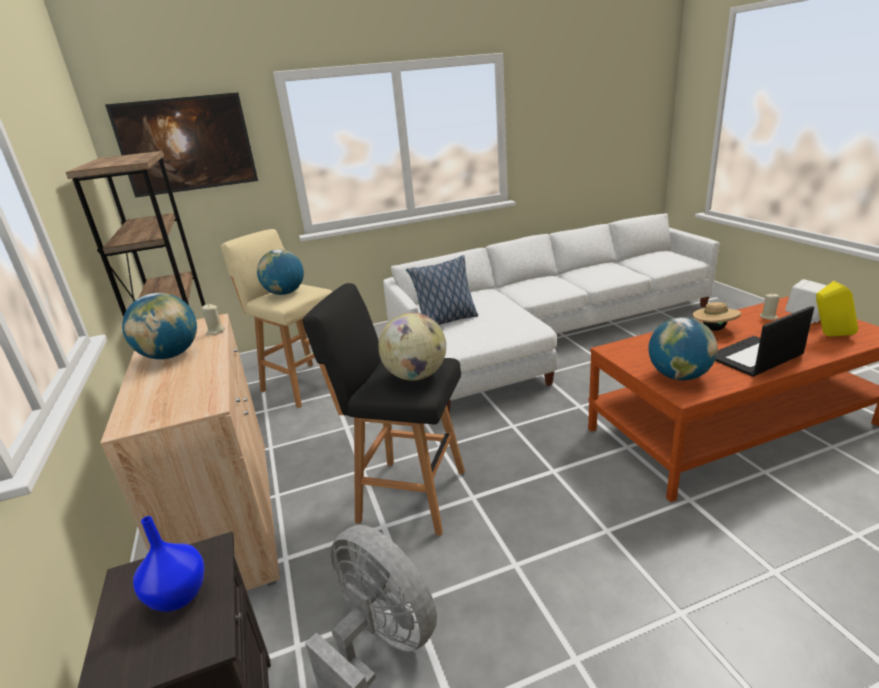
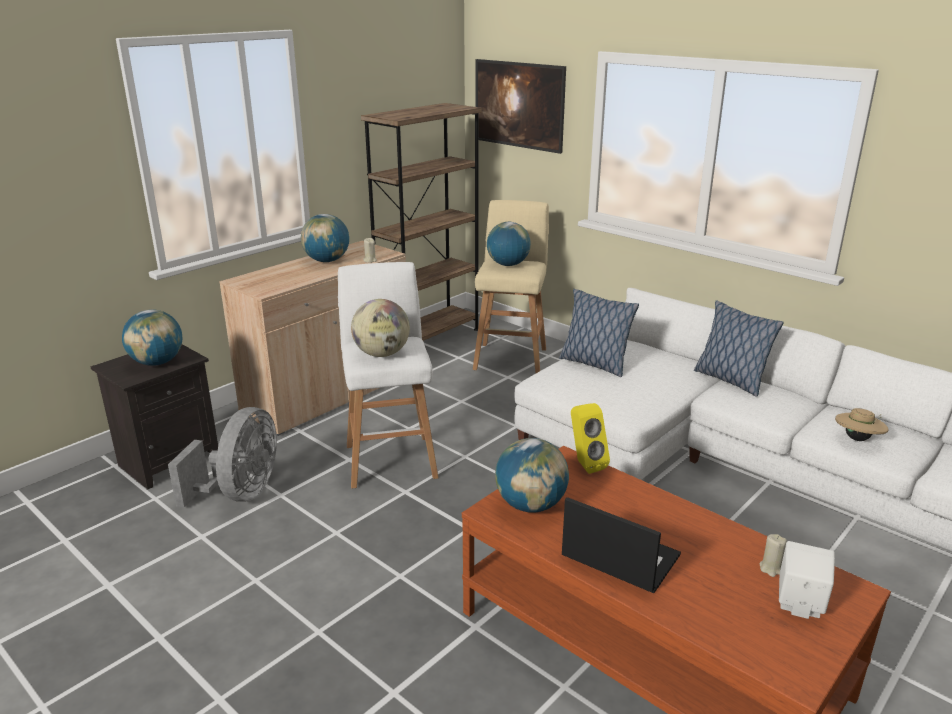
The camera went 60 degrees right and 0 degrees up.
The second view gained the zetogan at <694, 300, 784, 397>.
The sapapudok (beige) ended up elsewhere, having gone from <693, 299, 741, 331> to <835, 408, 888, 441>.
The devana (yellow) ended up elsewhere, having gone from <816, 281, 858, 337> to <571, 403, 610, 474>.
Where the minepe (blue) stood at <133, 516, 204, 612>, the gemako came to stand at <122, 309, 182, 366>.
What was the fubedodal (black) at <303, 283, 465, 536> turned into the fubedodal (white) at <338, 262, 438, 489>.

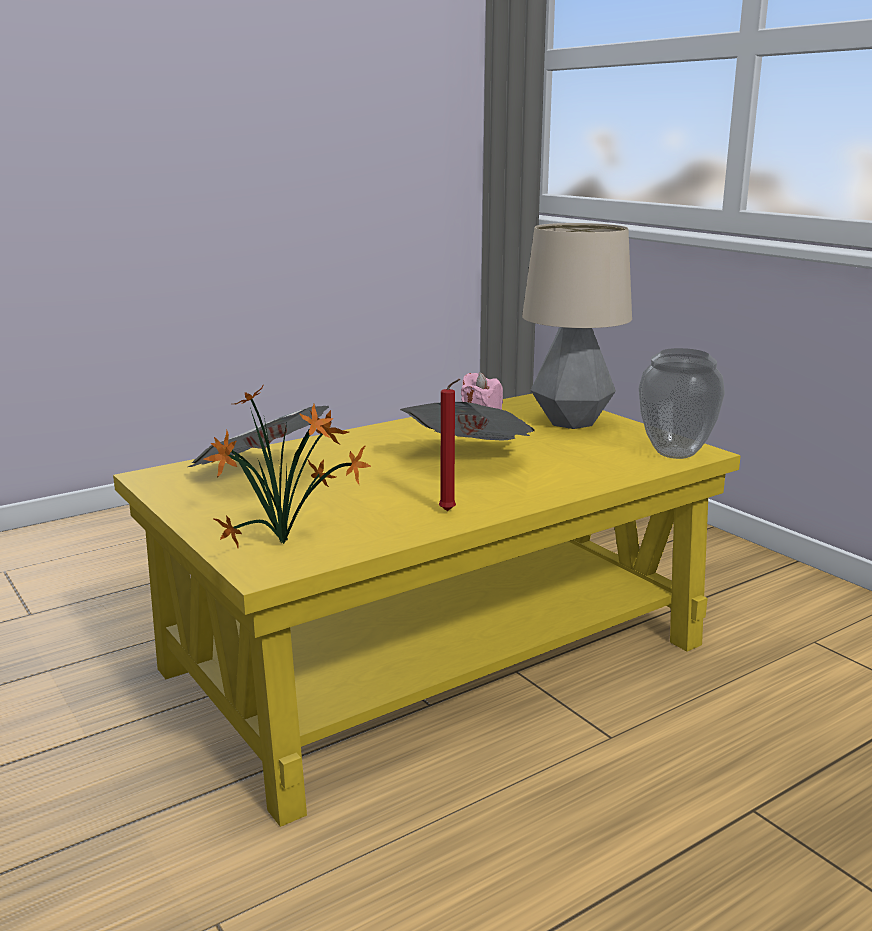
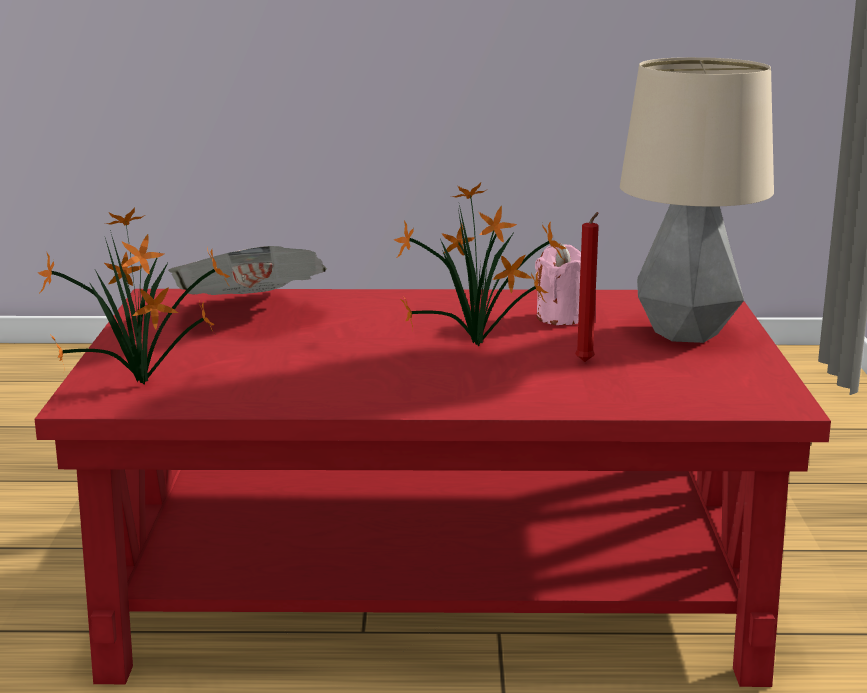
The camera went 35 degrees right and 0 degrees up.
The second view lost the minepe at <639, 348, 725, 459>.
The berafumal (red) ended up elsewhere, having gone from <439, 379, 460, 511> to <575, 212, 599, 362>.
Where the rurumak stood at <401, 402, 535, 441>, the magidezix came to stand at <394, 182, 566, 346>.
What was the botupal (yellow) at <113, 394, 741, 827> turned into the botupal (red) at <35, 289, 831, 687>.

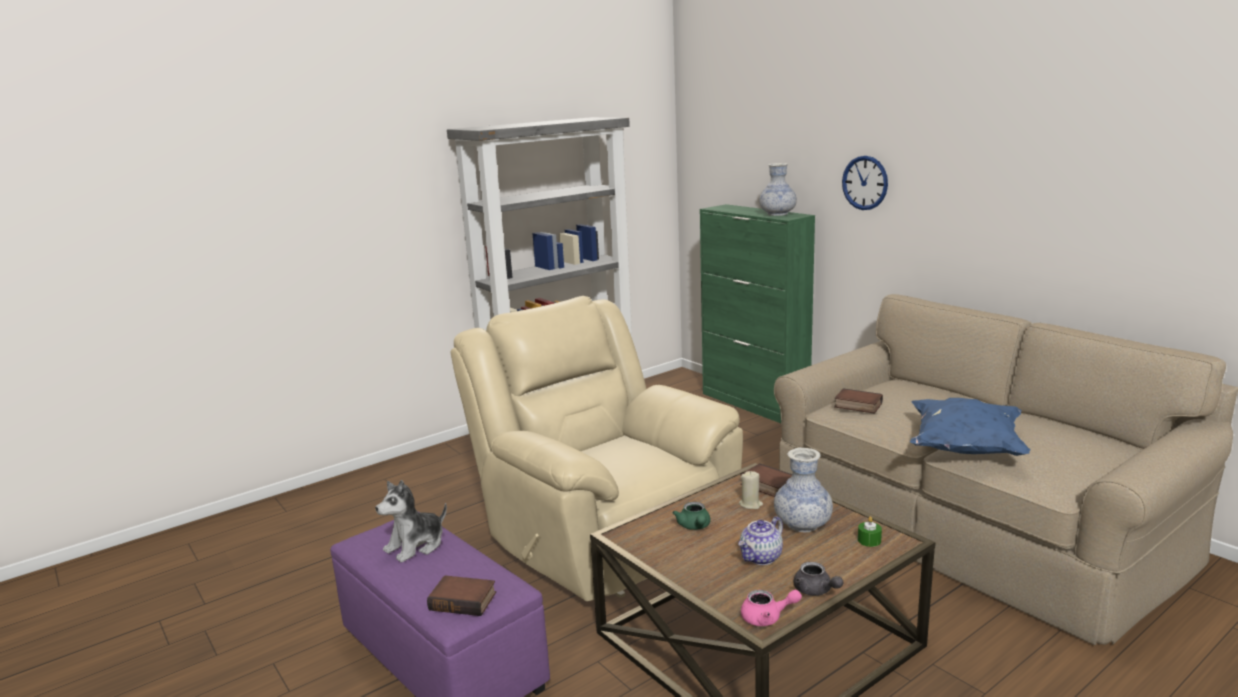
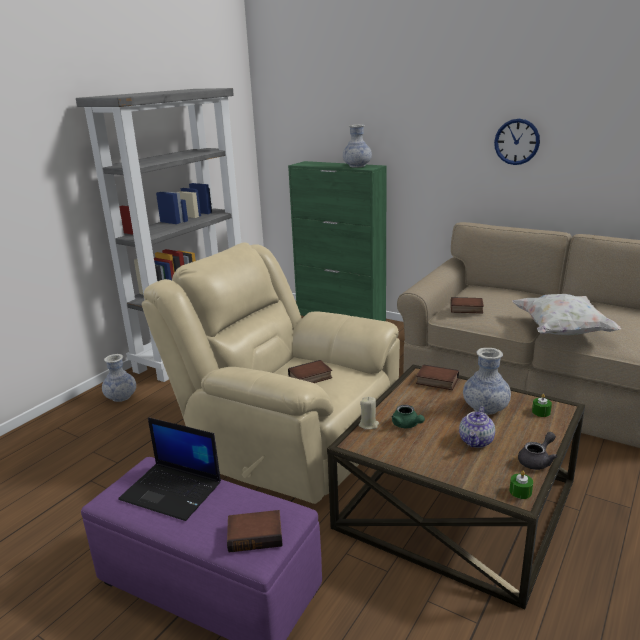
The camera went 20 degrees left and 5 degrees up.
The second view gained the minepe at <102, 354, 136, 402>.
The second view gained the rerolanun at <288, 360, 332, 383>.
The berafumal (beige) ended up elsewhere, having gone from <739, 471, 763, 509> to <359, 397, 379, 430>.
The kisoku ended up elsewhere, having gone from <842, 156, 888, 210> to <494, 119, 540, 165>.
Where the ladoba stood at <375, 480, 447, 563>, the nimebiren came to stand at <118, 417, 221, 521>.
Where the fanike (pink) stood at <741, 590, 802, 626>, the berafumal (green) came to stand at <510, 471, 533, 499>.
What was the zetogan (blue) at <910, 398, 1030, 456> turned into the zetogan (white) at <512, 294, 621, 335>.
The fanike (grey) at <794, 562, 844, 596> ended up facing another way, 75 degrees counterclockwise from before.

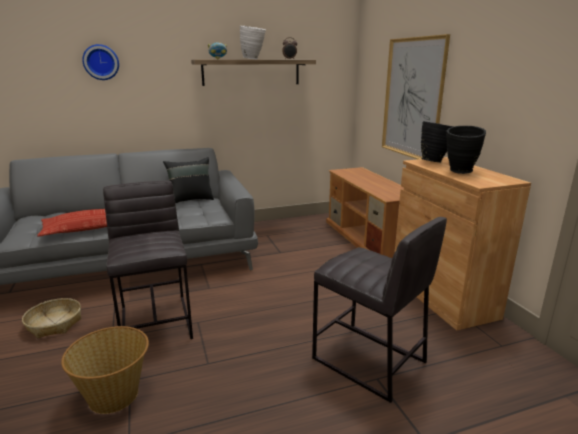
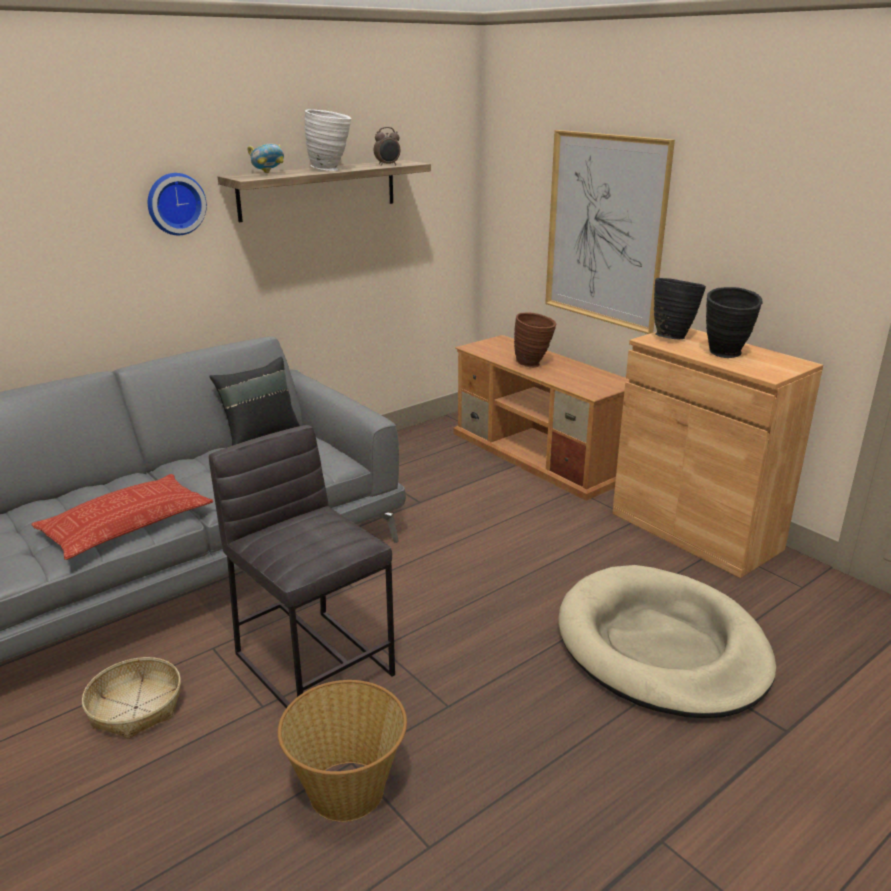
The camera went 20 degrees left and 5 degrees up.
The second view gained the minepe (brown) at <514, 312, 556, 368>.
The kisoku ended up elsewhere, having gone from <82, 44, 119, 80> to <148, 173, 207, 235>.
Where the fubedodal (grey) stood at <312, 217, 447, 403>, the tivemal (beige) came to stand at <558, 565, 776, 718>.

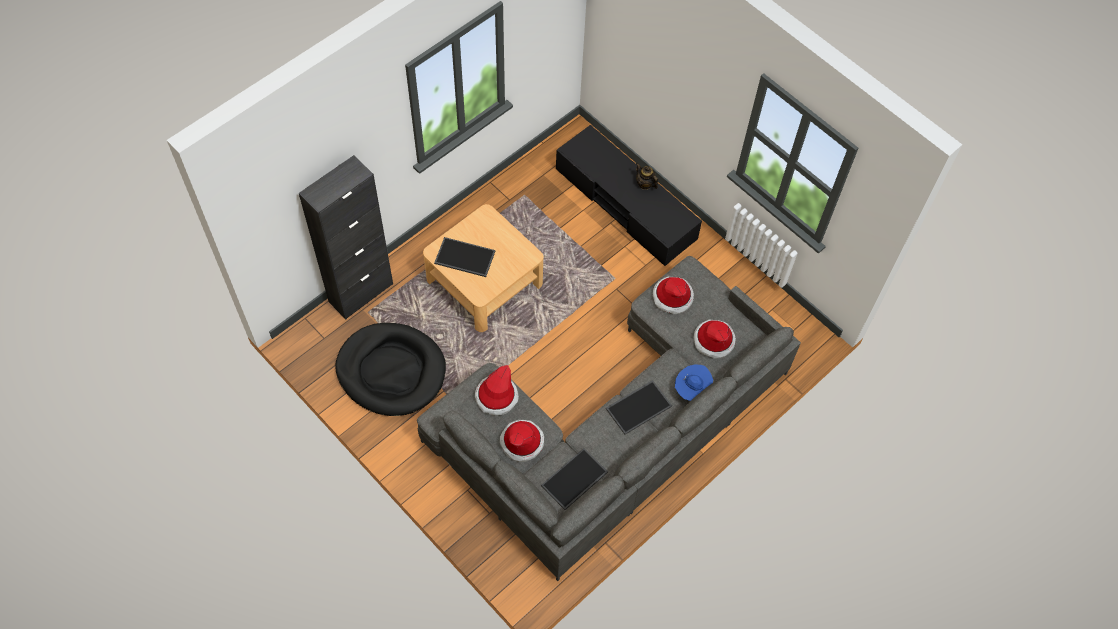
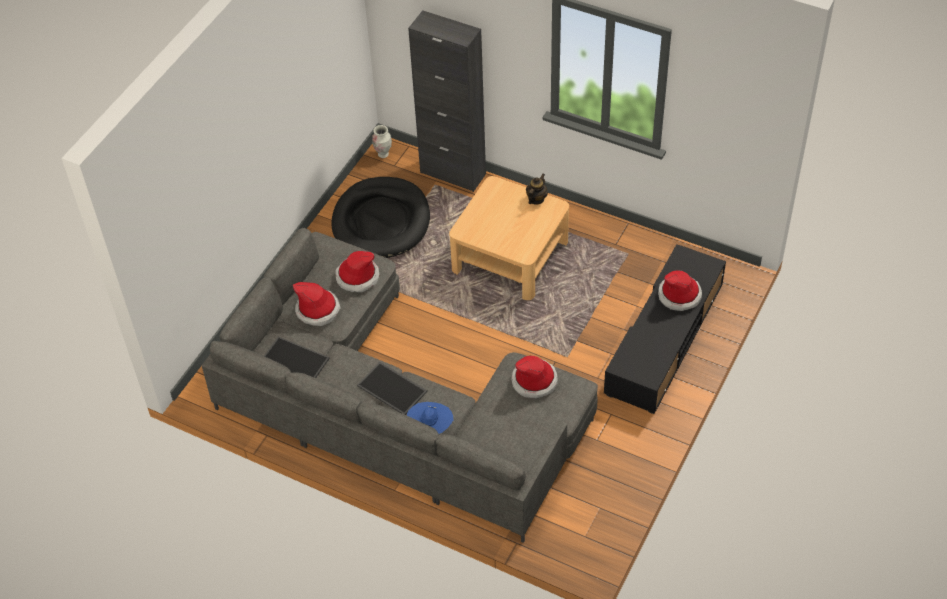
The camera went 75 degrees right and 10 degrees down.
The second view lost the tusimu at <434, 237, 495, 277>.
The second view gained the minepe at <372, 125, 392, 158>.
The fanike ended up elsewhere, having gone from <636, 163, 658, 190> to <526, 174, 548, 204>.
The sapapudok ended up elsewhere, having gone from <694, 320, 736, 359> to <658, 270, 702, 311>.

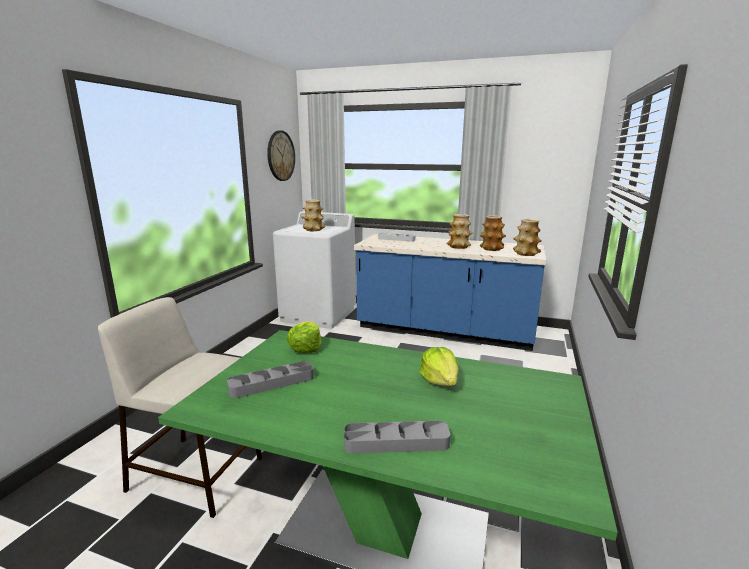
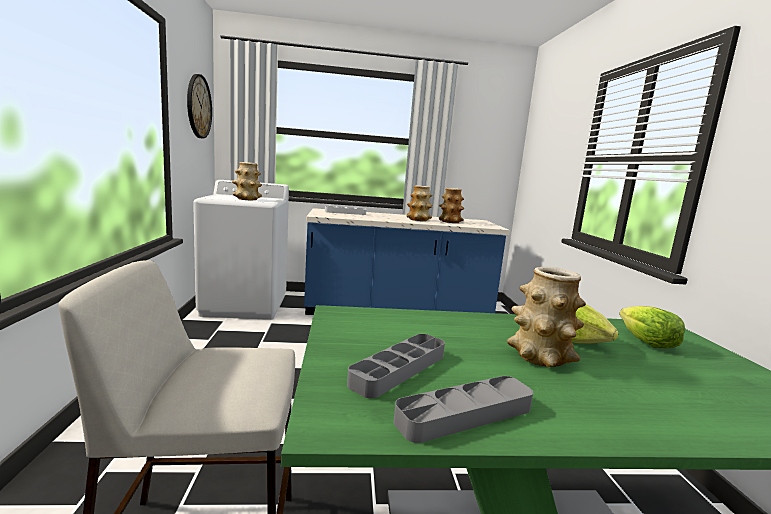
The camera went 25 degrees left and 5 degrees down.
The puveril ended up elsewhere, having gone from <287, 321, 321, 353> to <619, 306, 685, 348>.
The tusimu (grey) ended up elsewhere, having gone from <344, 421, 450, 454> to <394, 376, 533, 443>.
The minepe ended up elsewhere, having gone from <513, 219, 542, 256> to <507, 266, 586, 367>.

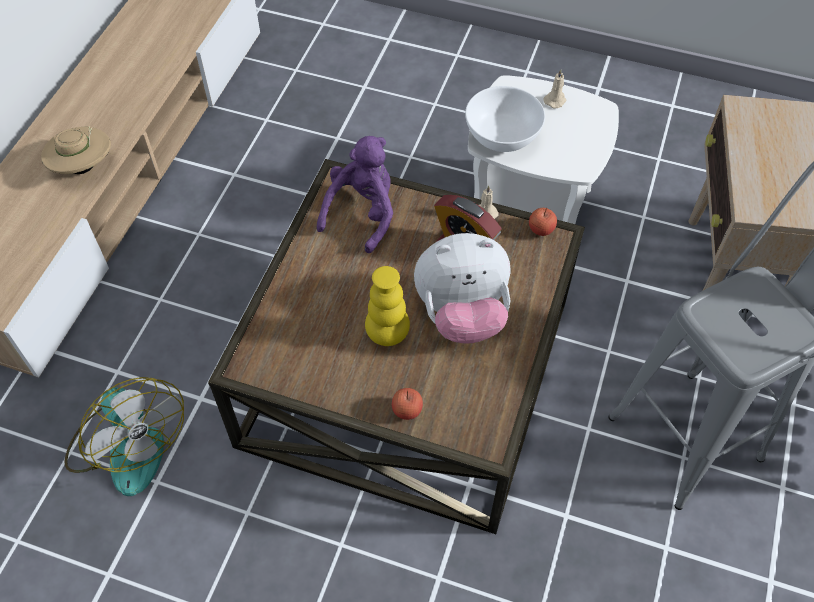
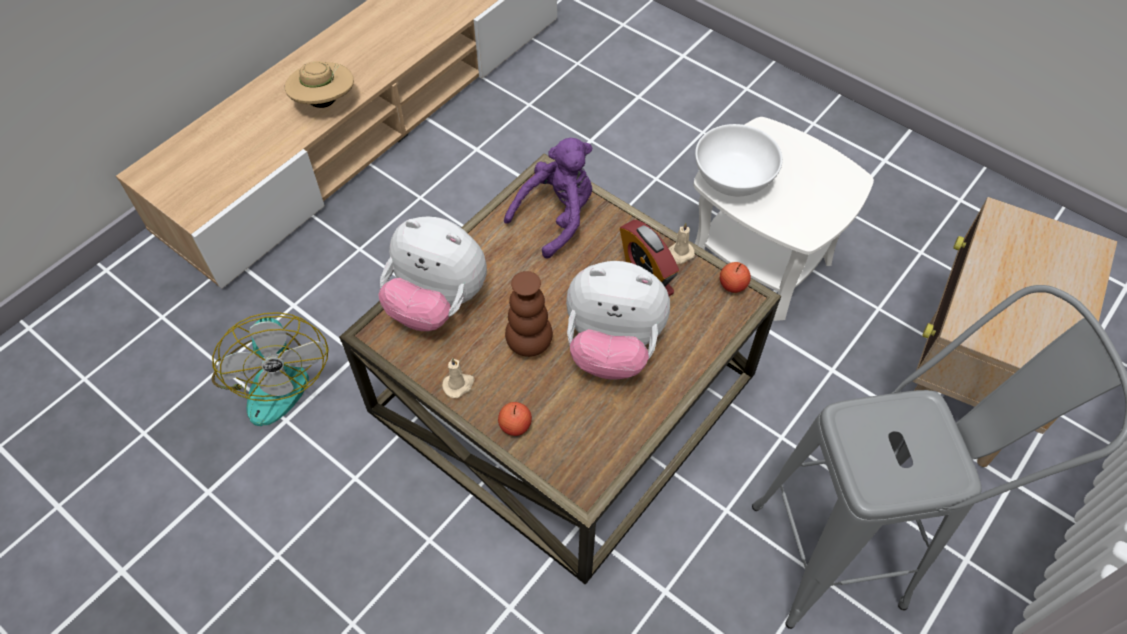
The camera went 20 degrees right and 0 degrees up.
The second view gained the ladoba at <378, 216, 487, 331>.
The berafumal (beige) ended up elsewhere, having gone from <543, 69, 567, 109> to <442, 358, 475, 398>.
What was the minepe (yellow) at <365, 266, 410, 346> turned into the minepe (brown) at <505, 271, 553, 357>.

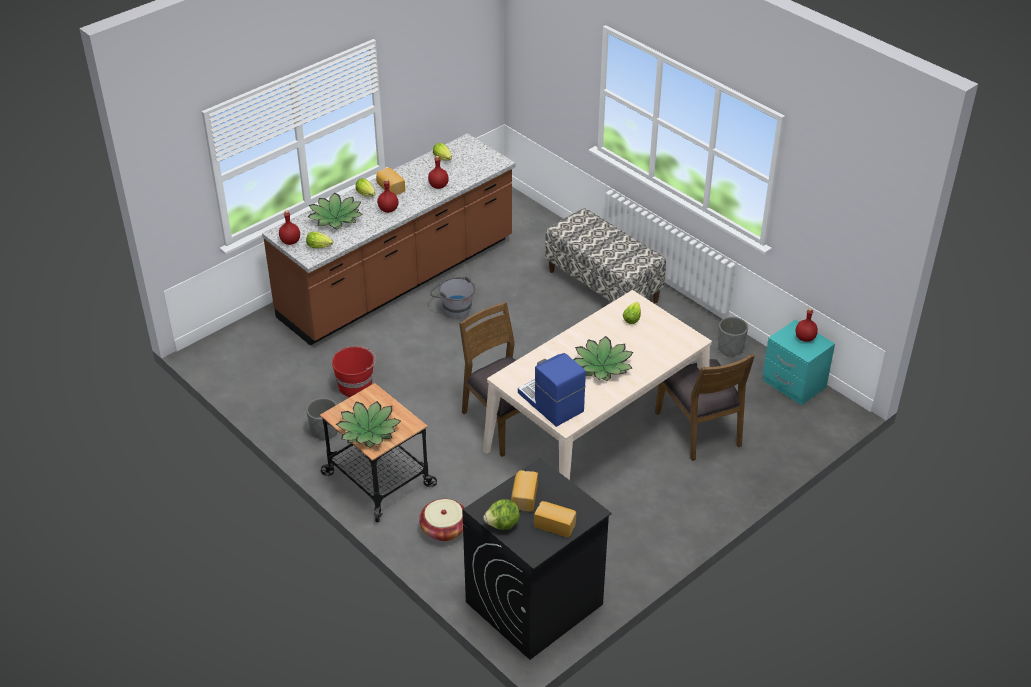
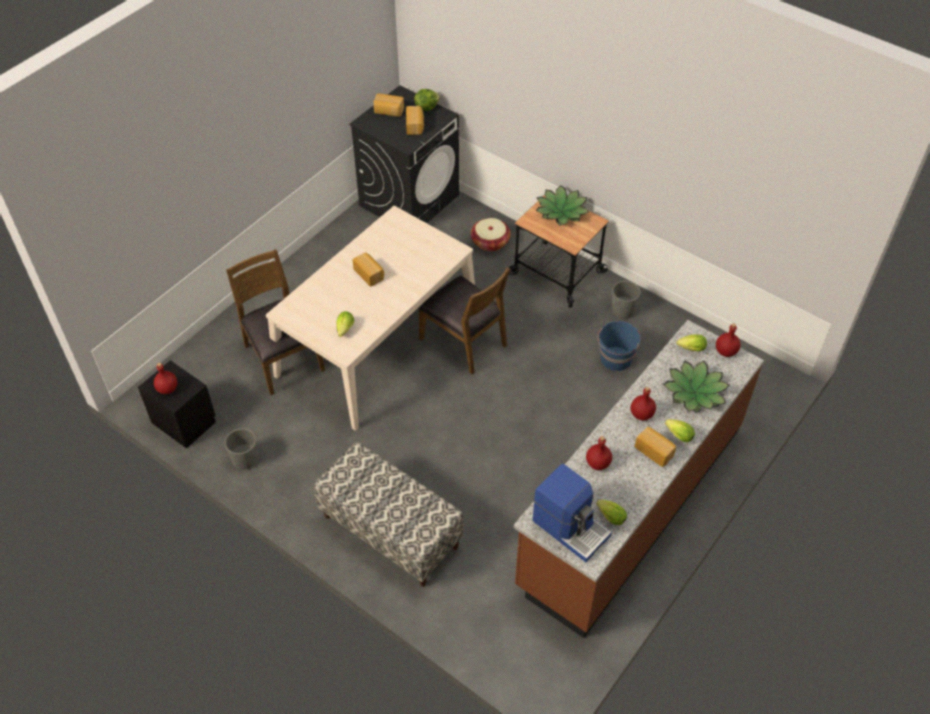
The camera went 170 degrees right and 10 degrees up.
The second view lost the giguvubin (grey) at <430, 276, 475, 319>.
The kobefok ended up elsewhere, having gone from <518, 353, 586, 427> to <533, 464, 612, 562>.
Where the magidezix stood at <573, 336, 633, 381>, the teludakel came to stand at <353, 253, 384, 287>.
What was the giguvubin (red) at <332, 346, 376, 397> turned into the giguvubin (blue) at <598, 321, 641, 371>.
What was the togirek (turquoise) at <763, 320, 835, 406> turned into the togirek (black) at <138, 360, 216, 448>.

